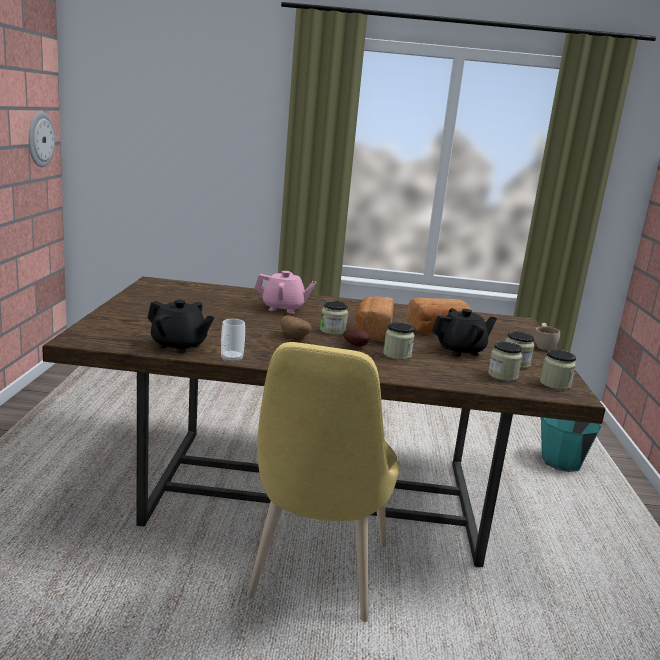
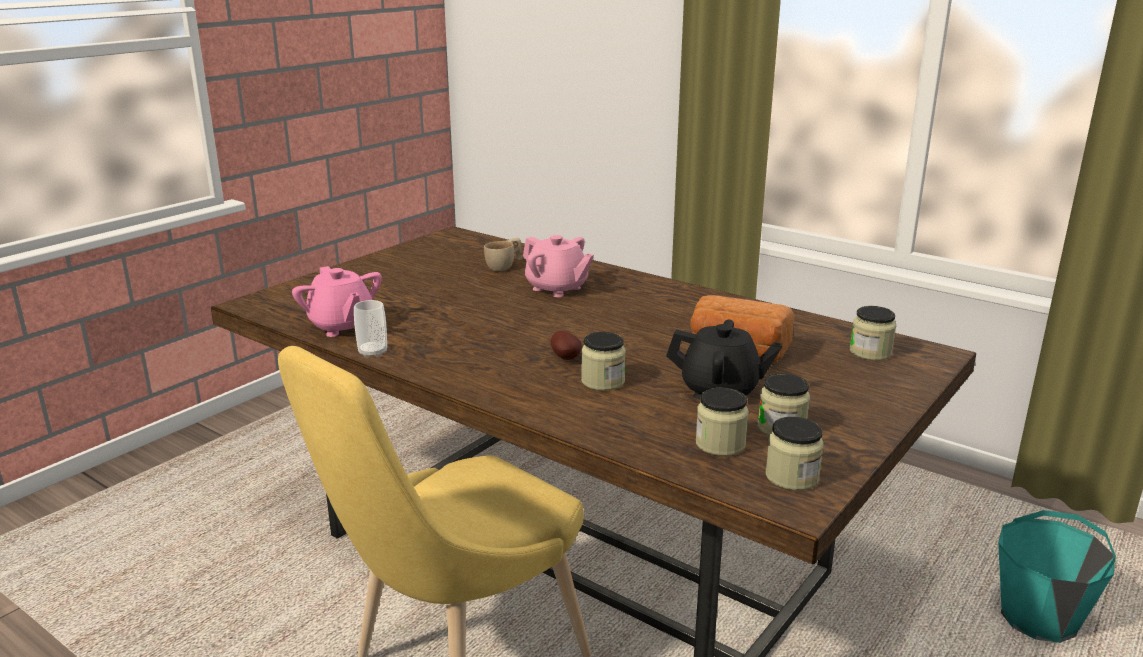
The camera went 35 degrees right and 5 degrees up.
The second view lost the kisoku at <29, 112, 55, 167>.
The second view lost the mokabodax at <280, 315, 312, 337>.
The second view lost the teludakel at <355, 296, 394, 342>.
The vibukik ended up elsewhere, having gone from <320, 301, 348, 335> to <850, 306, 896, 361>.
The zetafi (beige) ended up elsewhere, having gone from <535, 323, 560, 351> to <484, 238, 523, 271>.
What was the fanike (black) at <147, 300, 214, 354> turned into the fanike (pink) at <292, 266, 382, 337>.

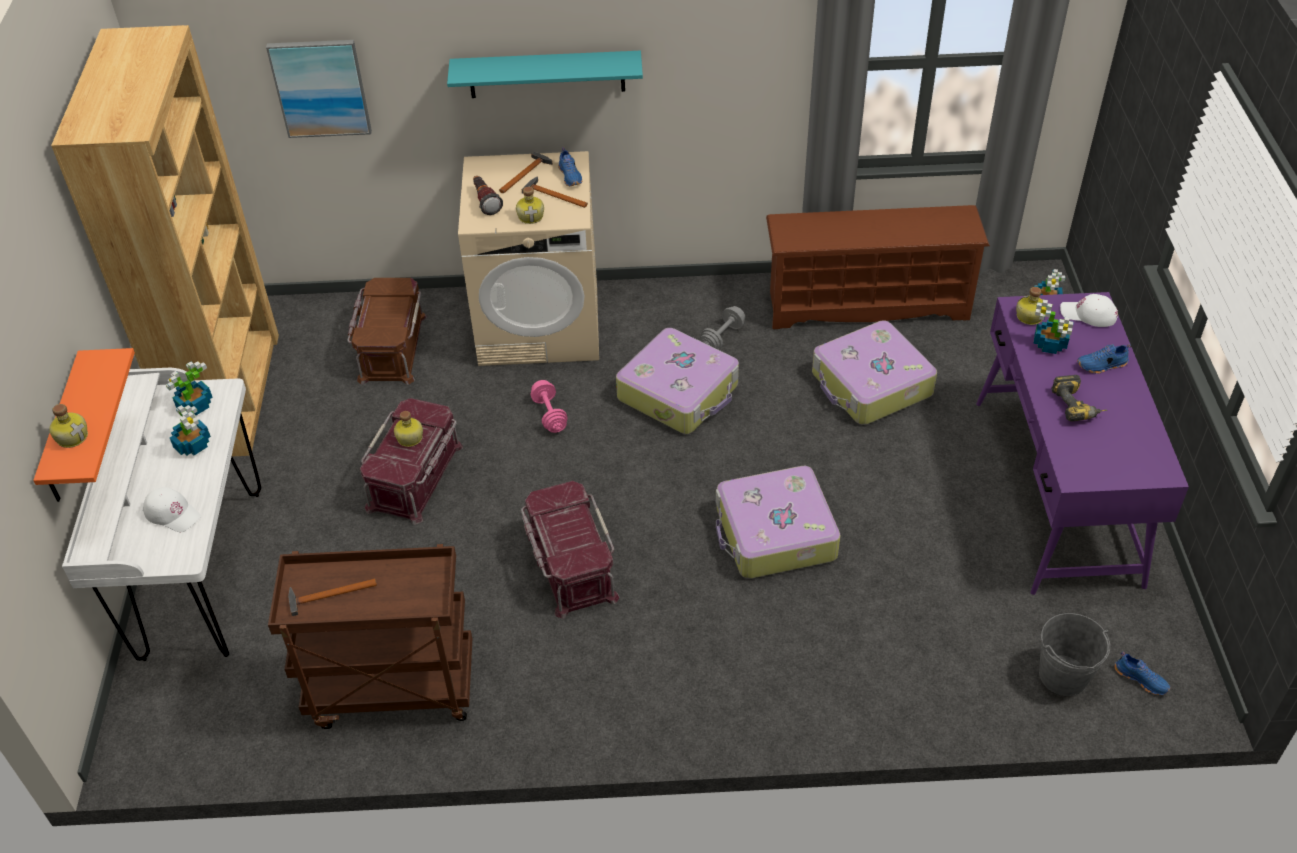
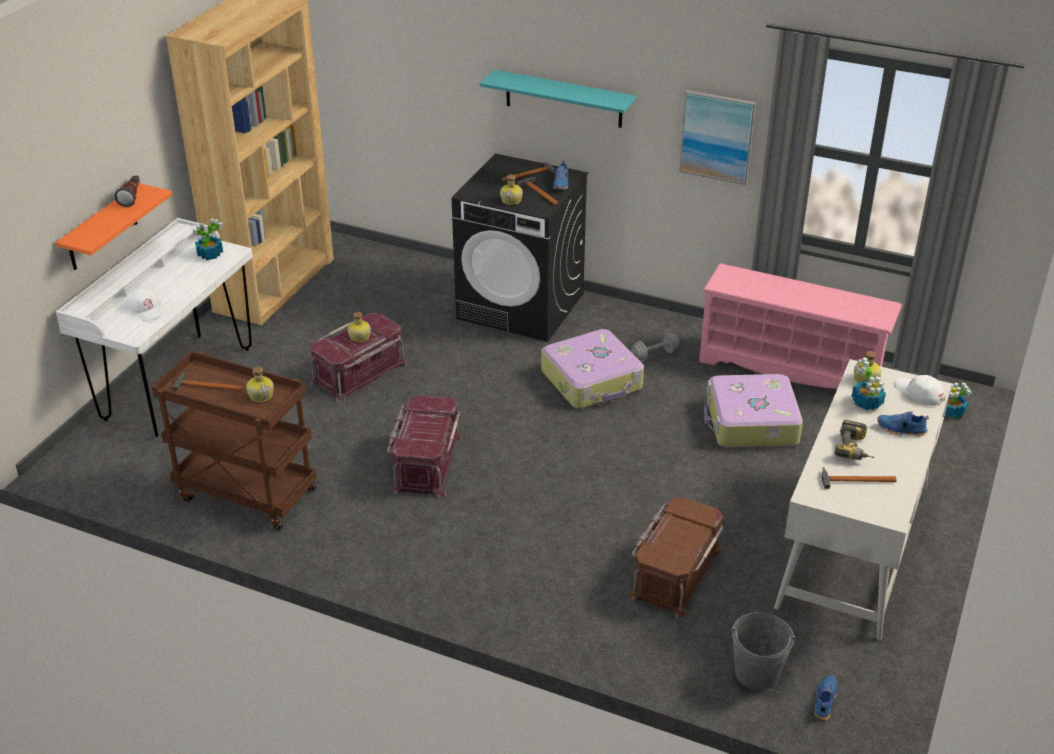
The camera went 25 degrees right and 10 degrees down.
The second view lost the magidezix at <170, 405, 211, 455>.
The second view lost the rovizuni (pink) at <530, 380, 568, 433>.
The second view lost the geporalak at <716, 466, 840, 579>.
The second view gained the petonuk at <821, 467, 897, 489>.
The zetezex ended up elsewhere, having gone from <49, 404, 88, 448> to <246, 367, 274, 402>.
The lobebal ended up elsewhere, having gone from <266, 40, 372, 138> to <679, 90, 756, 185>.
The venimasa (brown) ended up elsewhere, having gone from <347, 278, 427, 385> to <629, 497, 723, 618>.
The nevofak ended up elsewhere, having gone from <473, 176, 503, 215> to <114, 175, 140, 207>.
What was the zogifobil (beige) at <458, 151, 599, 366> turned into the zogifobil (black) at <452, 153, 588, 342>.
What was the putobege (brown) at <766, 205, 990, 329> turned into the putobege (pink) at <699, 264, 902, 389>.
What was the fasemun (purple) at <976, 292, 1189, 595> turned into the fasemun (white) at <774, 359, 952, 641>.
The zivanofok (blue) at <1115, 651, 1170, 695> ended up facing another way, 135 degrees counterclockwise from before.

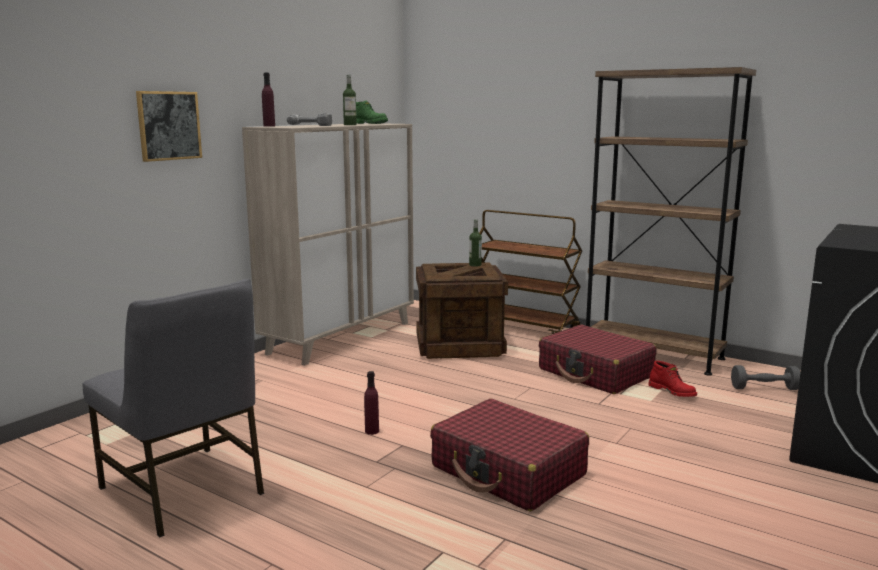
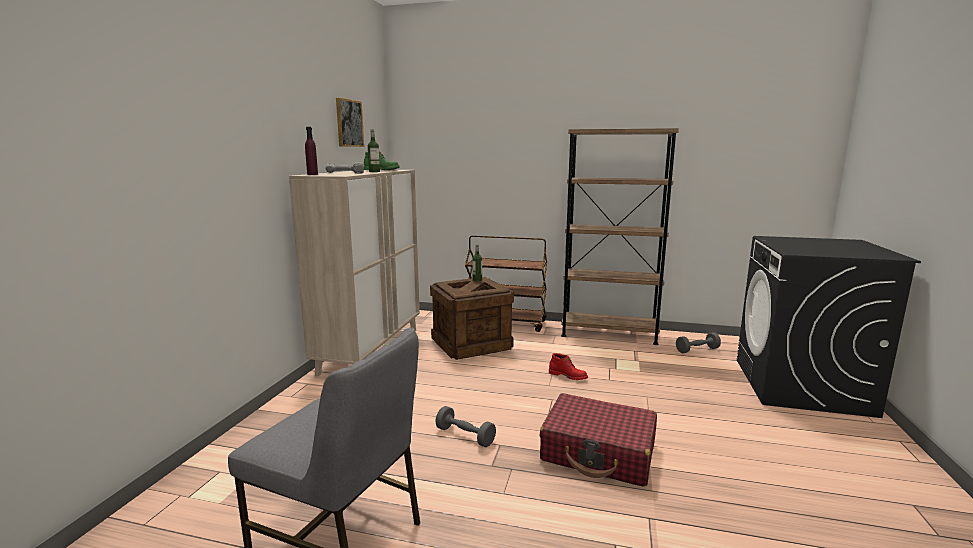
The camera went 20 degrees left and 0 degrees up.
The second view lost the geporalak (red) at <539, 324, 657, 394>.
The lobebal ended up elsewhere, having gone from <136, 91, 202, 162> to <336, 98, 364, 147>.
The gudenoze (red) ended up elsewhere, having gone from <648, 361, 697, 397> to <549, 353, 588, 380>.
Where the zetezex (purple) stood at <364, 371, 379, 435>, the rovizuni (grey) came to stand at <435, 406, 496, 447>.

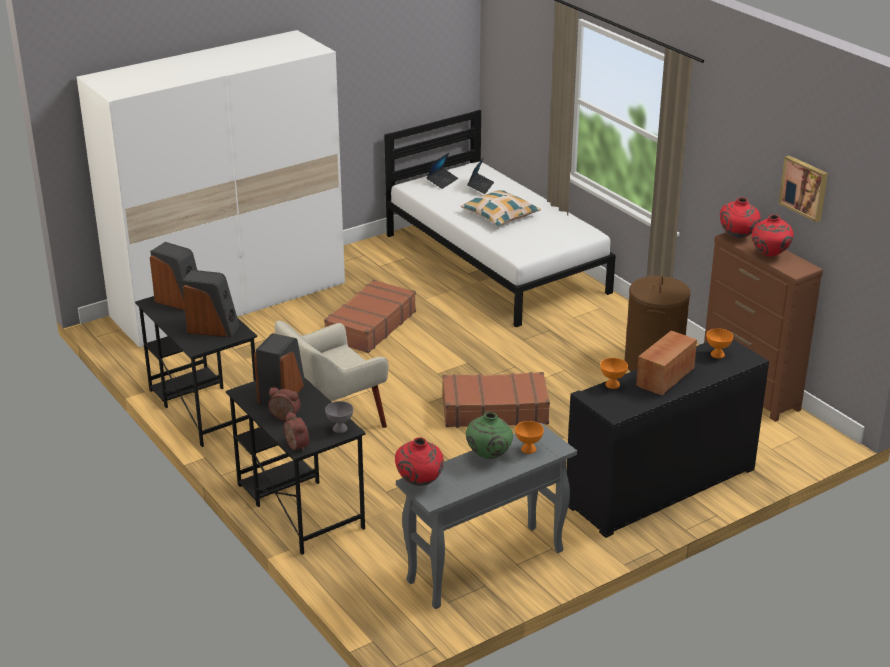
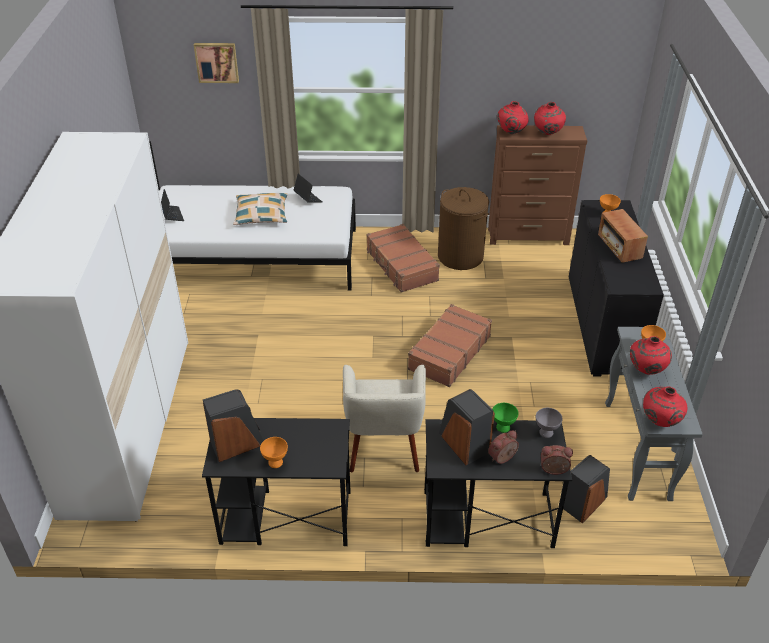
The camera went 55 degrees left and 10 degrees up.
The second view gained the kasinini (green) at <492, 403, 519, 433>.
The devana ended up elsewhere, having gone from <183, 270, 240, 337> to <563, 455, 610, 523>.
The geporalak (brown) ended up elsewhere, having gone from <324, 280, 416, 353> to <367, 224, 440, 293>.
The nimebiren ended up elsewhere, having gone from <467, 157, 494, 194> to <293, 174, 322, 203>.
The kasinini (orange) ended up elsewhere, having gone from <600, 358, 628, 389> to <260, 437, 288, 468>.
The lobebal ended up elsewhere, having gone from <779, 155, 828, 222> to <194, 43, 239, 83>.
What was the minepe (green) at <466, 412, 513, 459> turned into the minepe (red) at <630, 336, 672, 375>.

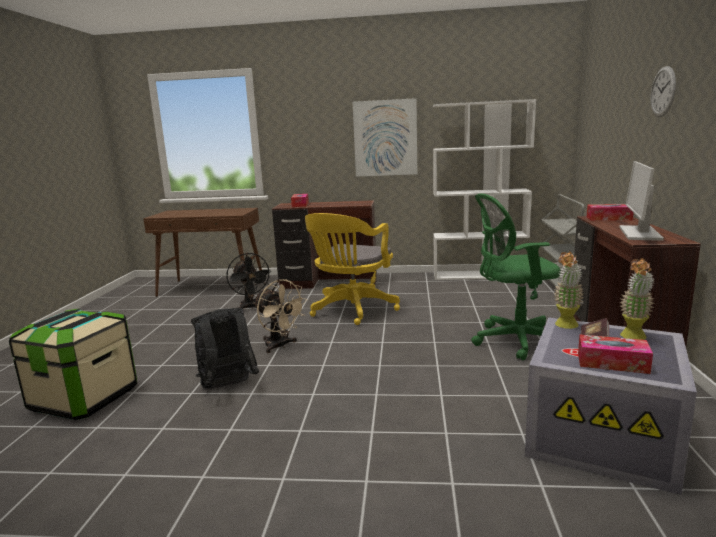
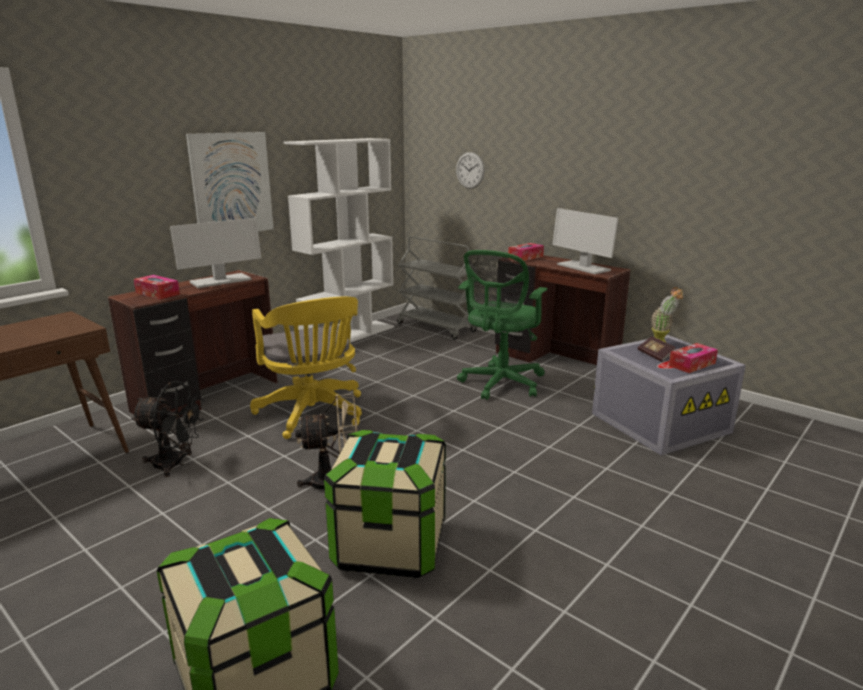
The camera went 55 degrees left and 5 degrees up.
The second view lost the magidezix at <554, 251, 584, 329>.
The second view gained the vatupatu at <170, 218, 261, 288>.
The kisoku ended up elsewhere, having gone from <650, 66, 676, 117> to <456, 152, 485, 189>.
Where the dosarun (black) stood at <191, 308, 259, 389>, the venimasa came to stand at <324, 430, 446, 578>.

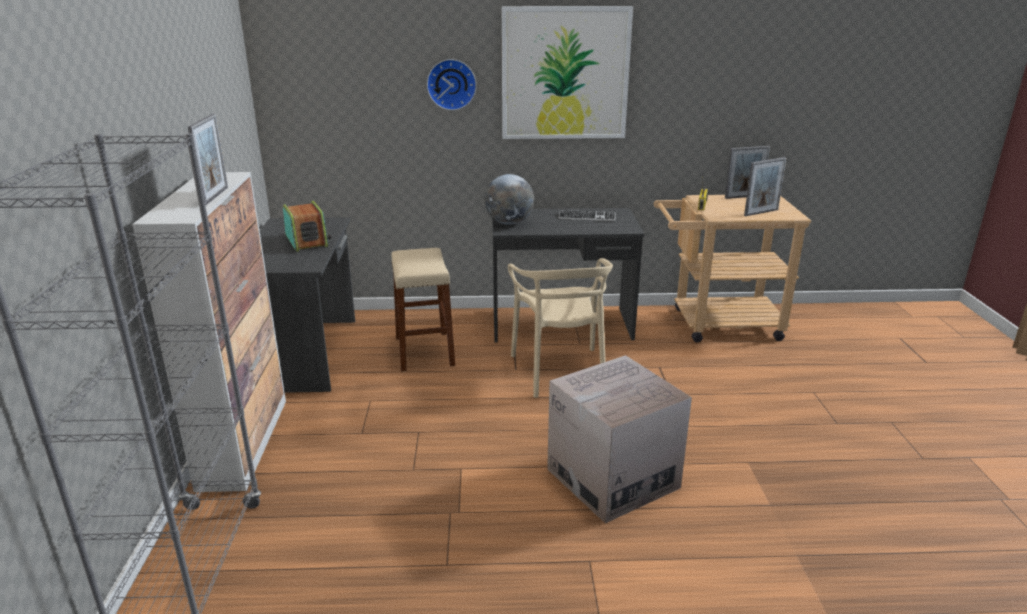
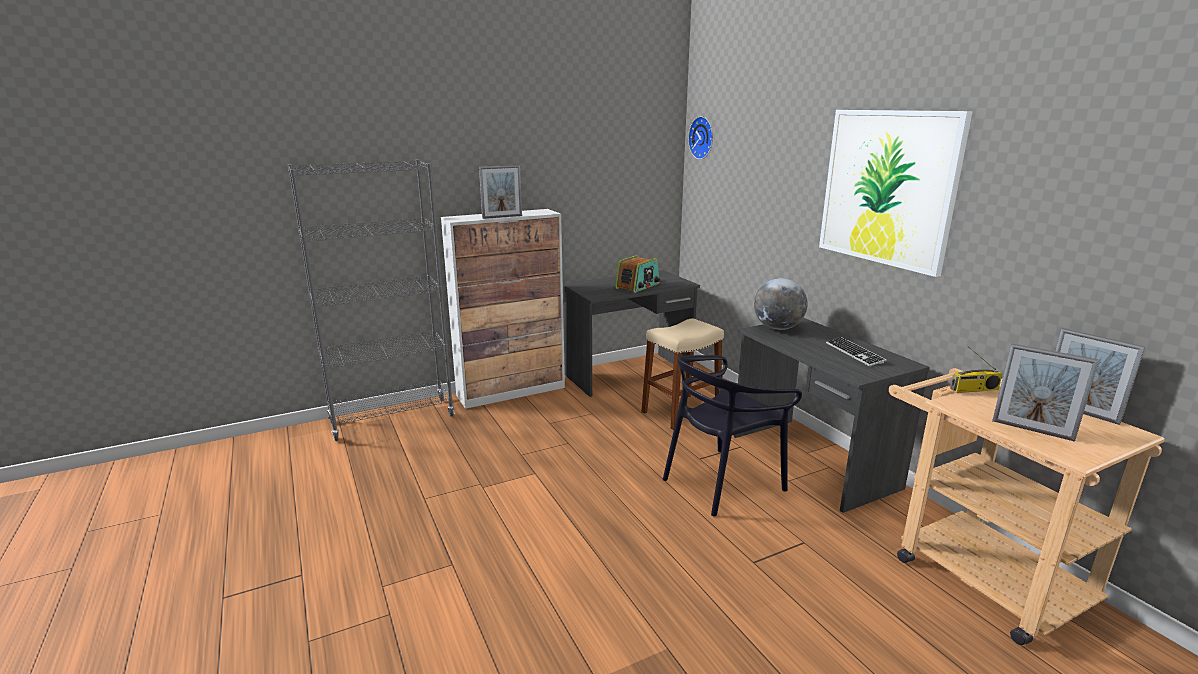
The camera went 65 degrees right and 5 degrees down.
The second view lost the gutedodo at <547, 355, 692, 523>.
The kisoku ended up elsewhere, having gone from <427, 59, 477, 111> to <688, 116, 713, 160>.
What was the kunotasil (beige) at <508, 258, 613, 398> turned into the kunotasil (black) at <663, 355, 802, 516>.

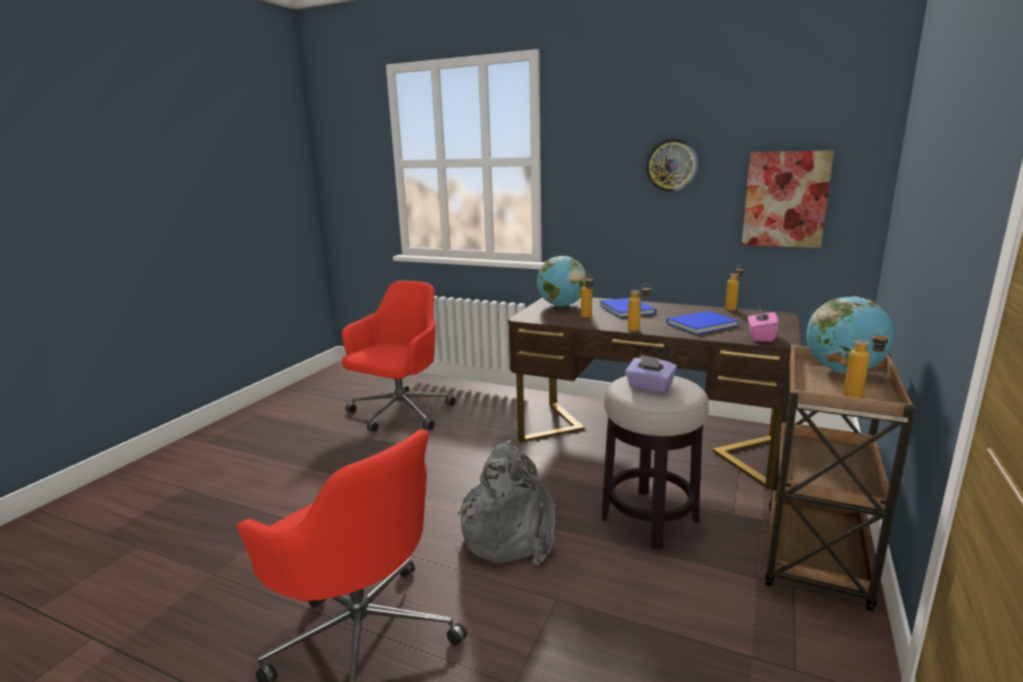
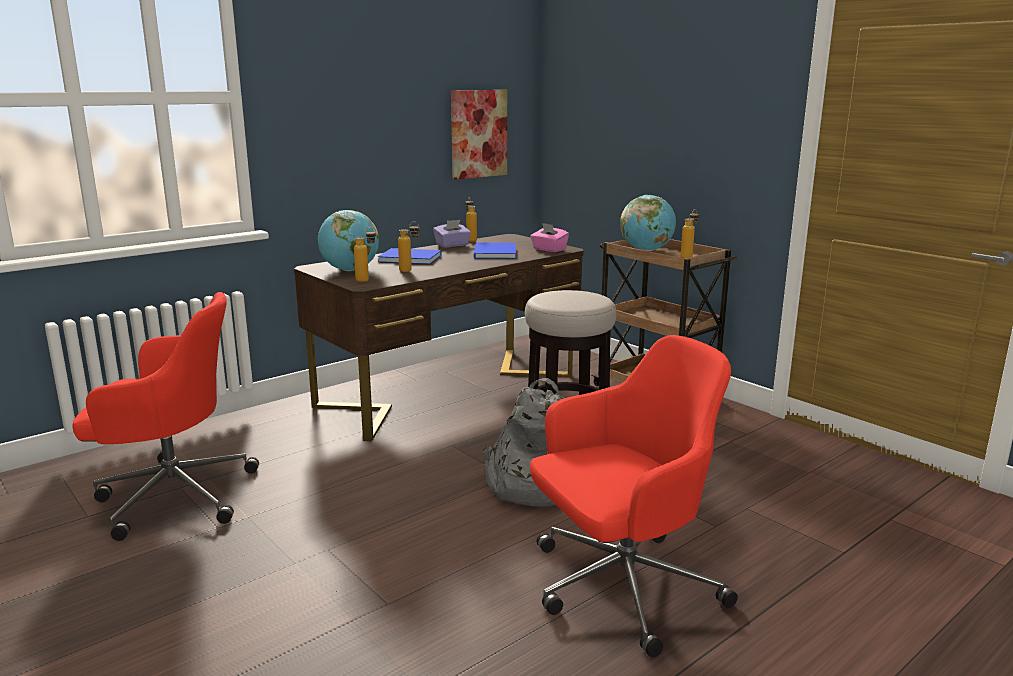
The camera went 65 degrees left and 0 degrees up.
The second view lost the kisoku at <646, 138, 699, 192>.
The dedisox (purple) ended up elsewhere, having gone from <625, 354, 677, 394> to <433, 220, 471, 248>.
The zetezex ended up elsewhere, having gone from <628, 283, 652, 332> to <354, 227, 376, 282>.
The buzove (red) at <342, 281, 455, 432> ended up facing another way, 120 degrees clockwise from before.

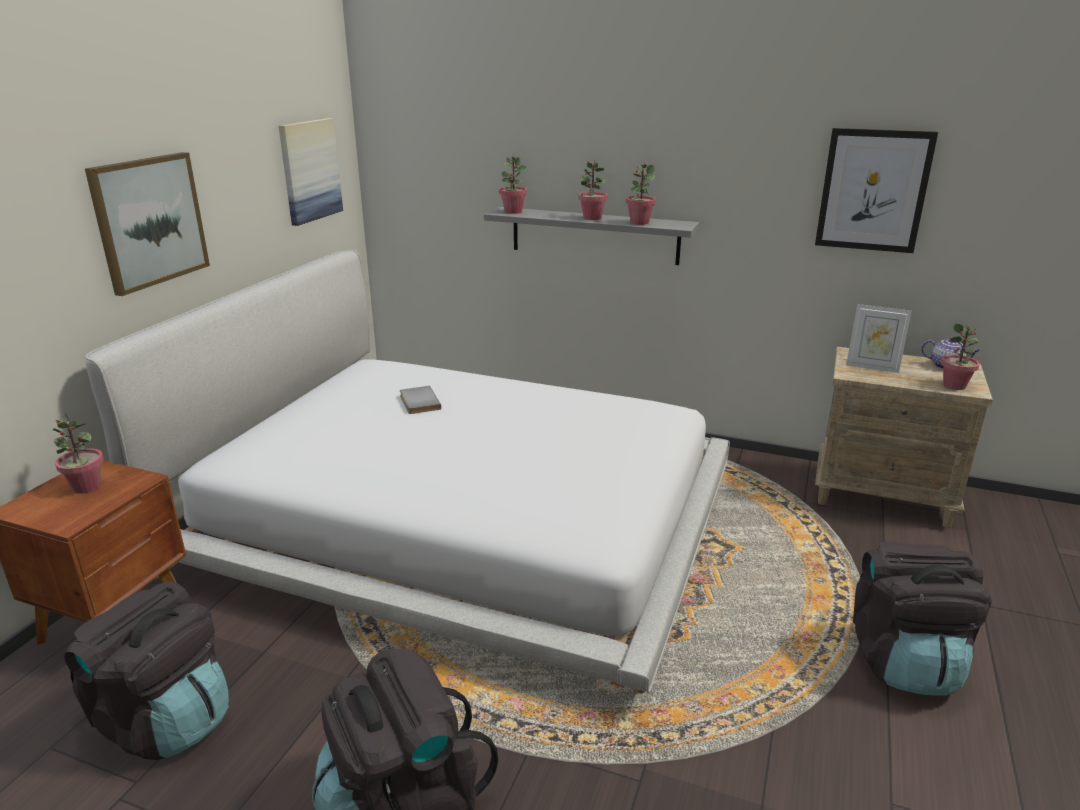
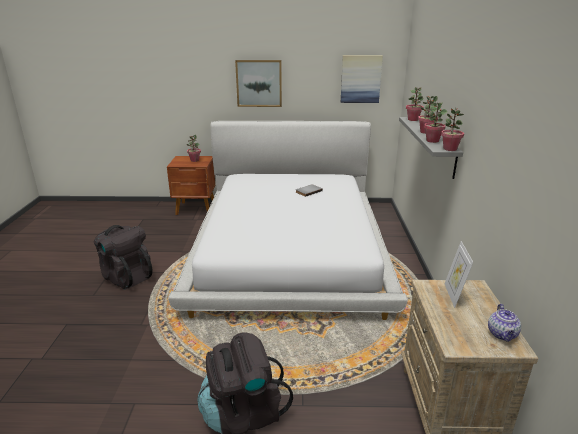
The camera went 70 degrees right and 0 degrees up.
The second view lost the dosarun (black) at <64, 581, 229, 760>.
The second view lost the lobebal at <815, 128, 938, 253>.
The magidezix ended up elsewhere, having gone from <941, 323, 980, 390> to <441, 107, 464, 151>.

